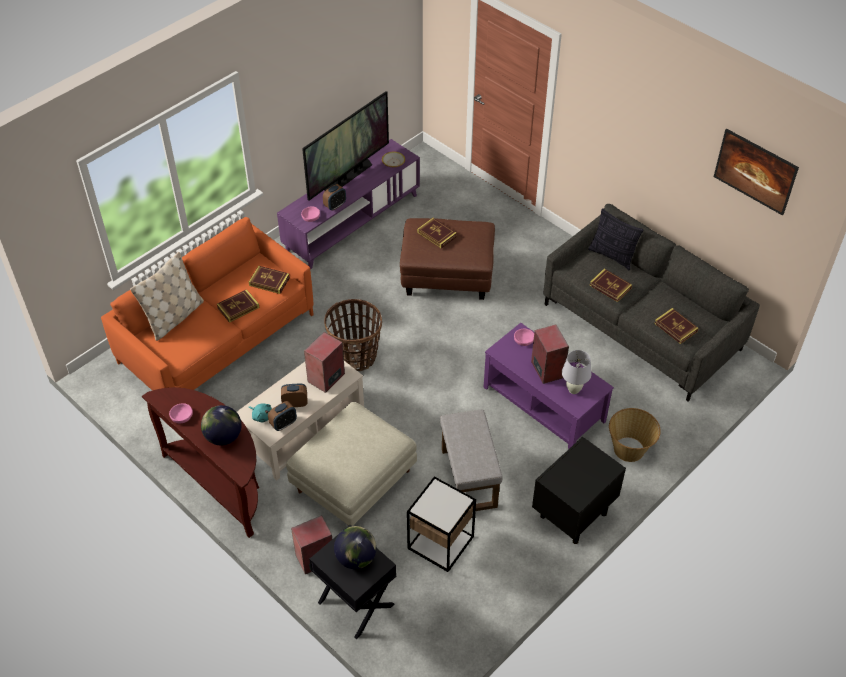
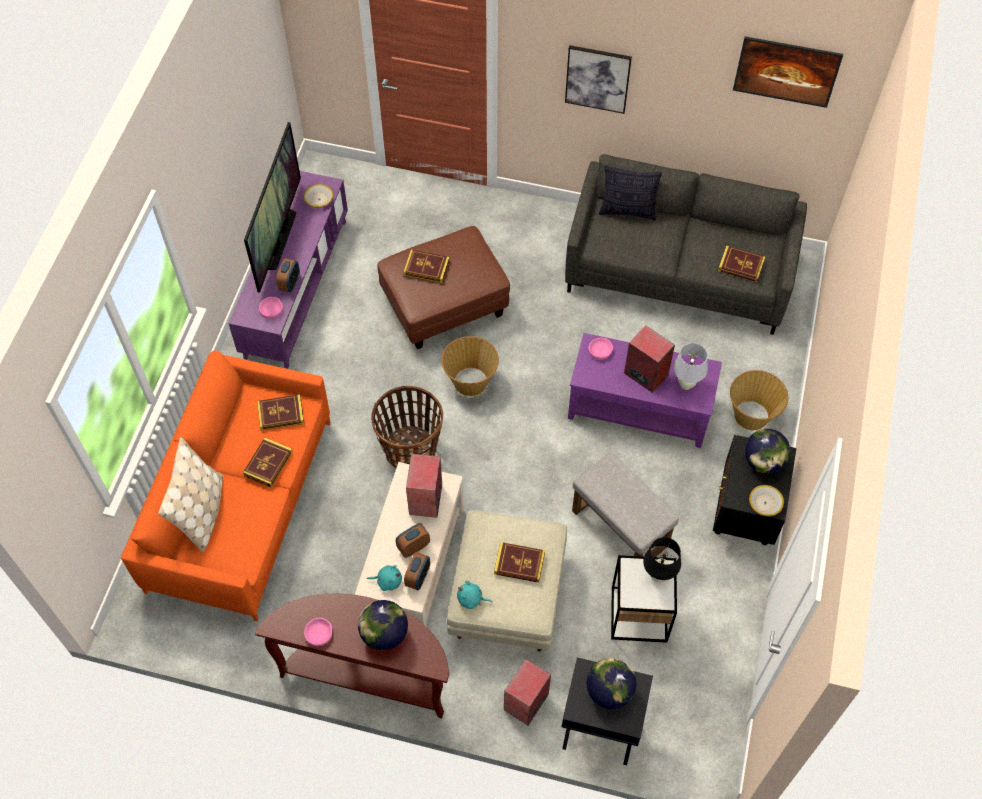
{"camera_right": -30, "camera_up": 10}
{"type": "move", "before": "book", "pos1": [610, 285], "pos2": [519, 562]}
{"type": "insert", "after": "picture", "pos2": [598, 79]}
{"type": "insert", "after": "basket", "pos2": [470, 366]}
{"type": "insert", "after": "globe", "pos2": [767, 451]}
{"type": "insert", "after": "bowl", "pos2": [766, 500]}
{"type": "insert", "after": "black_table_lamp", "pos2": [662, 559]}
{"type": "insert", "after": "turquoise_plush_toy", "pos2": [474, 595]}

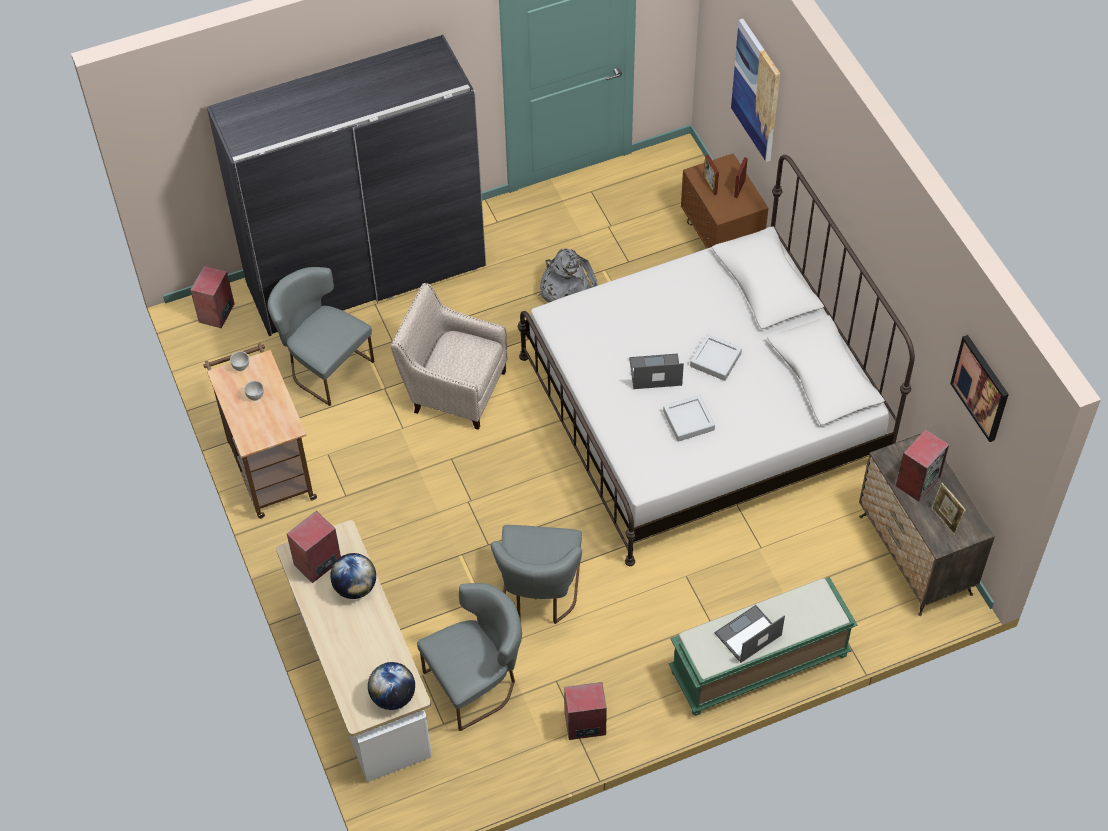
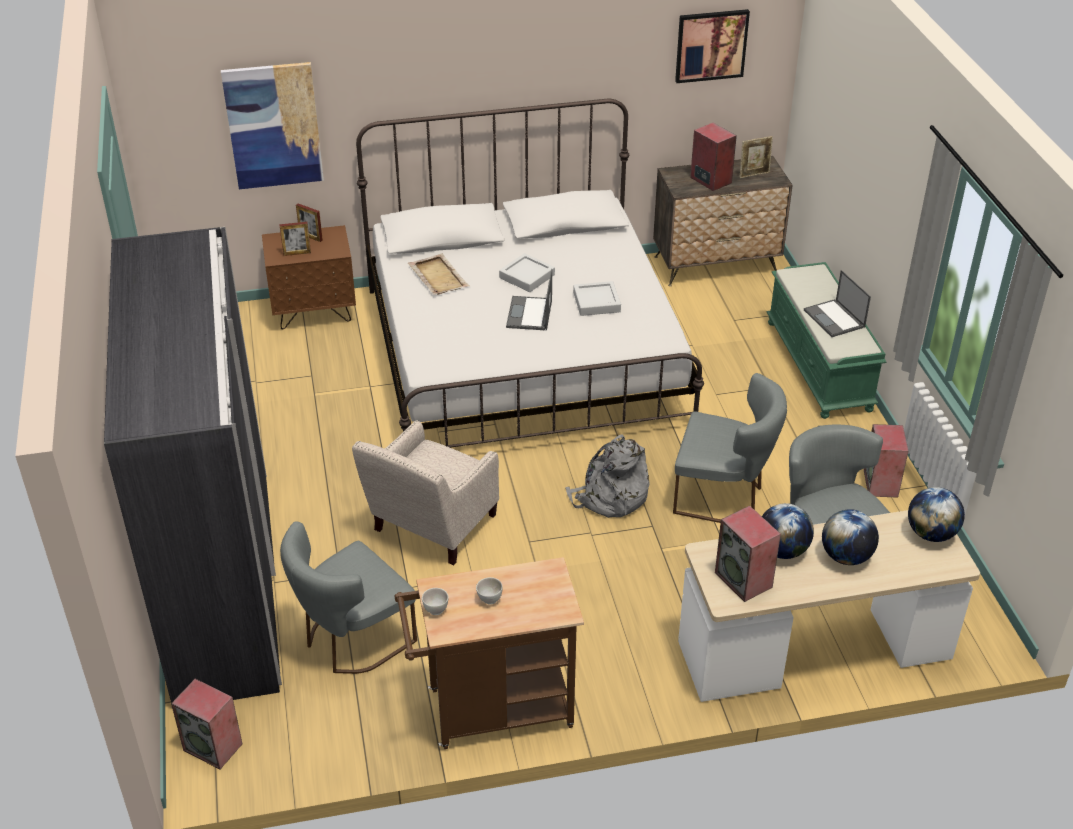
{"camera_right": -80, "camera_up": -15}
{"type": "move", "before": "grey_backpack", "pos1": [568, 275], "pos2": [607, 476]}
{"type": "insert", "after": "beige_tray", "pos2": [439, 274]}
{"type": "insert", "after": "globe", "pos2": [850, 537]}

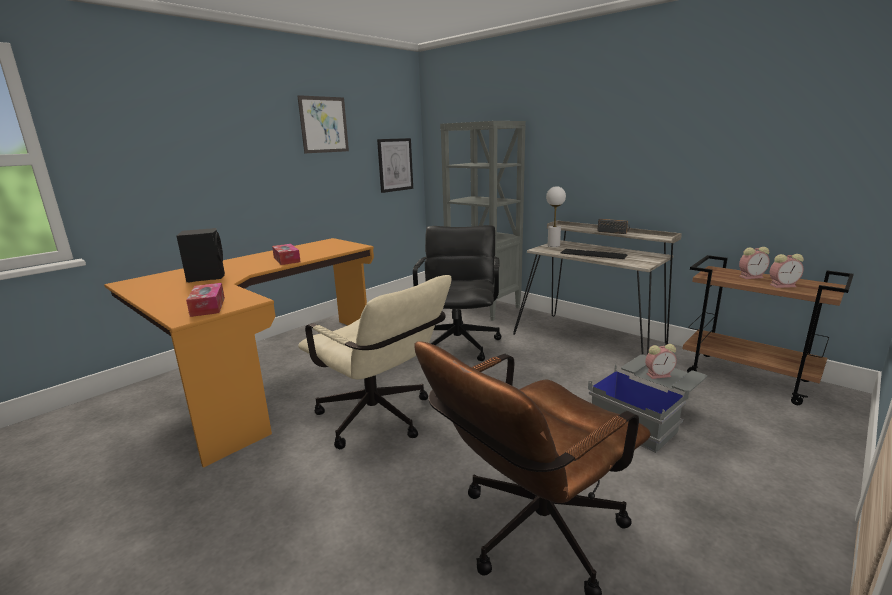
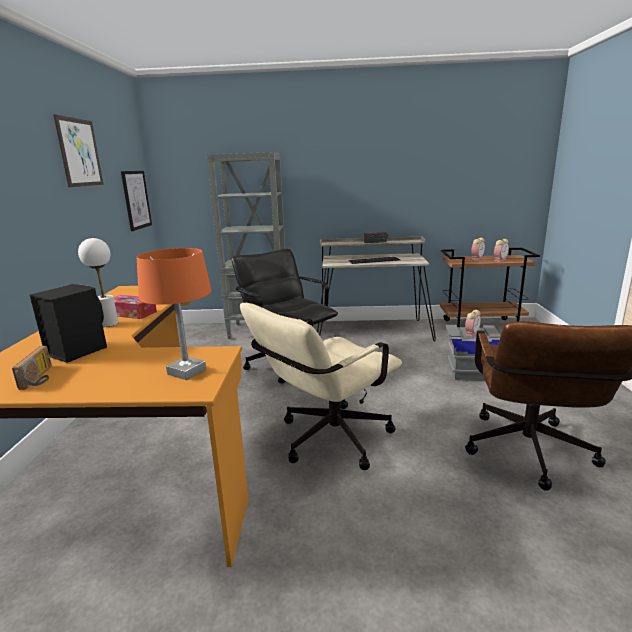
{"camera_right": -40, "camera_up": 0}
{"type": "move", "before": "white_table_lamp", "pos1": [556, 216], "pos2": [98, 282]}
{"type": "rotate", "before": "beige_office_chair", "pos1": [374, 362], "pos2": [321, 386], "turn": 135}
{"type": "replace", "before": "tissue_box", "after": "orange_table_lamp", "pos1": [205, 300], "pos2": [174, 314]}
{"type": "insert", "after": "radio", "pos2": [32, 368]}

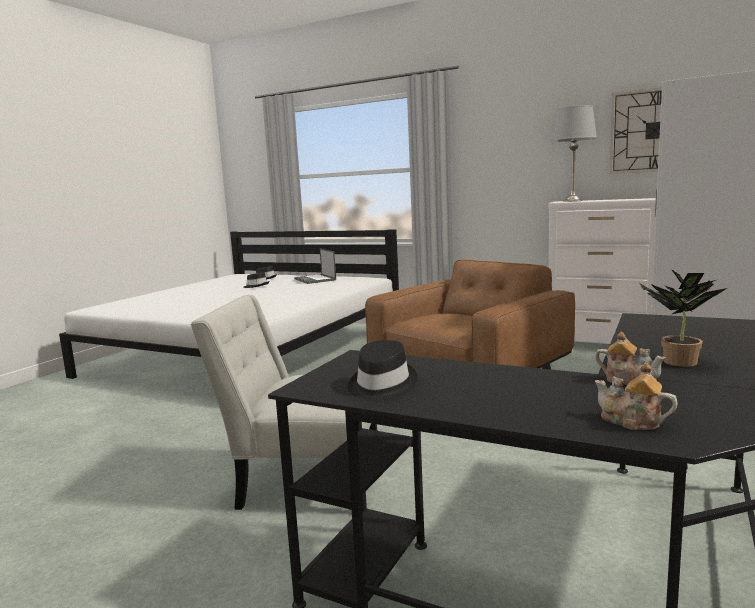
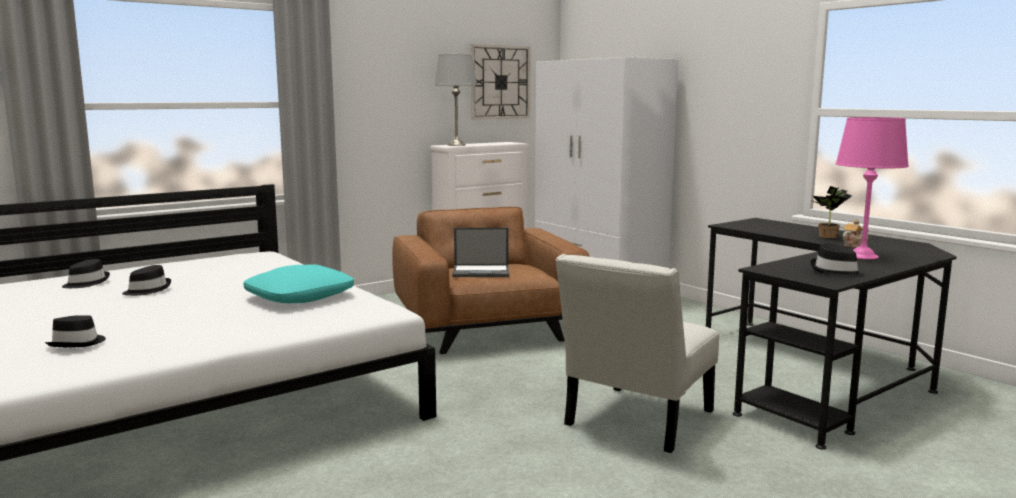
{"camera_right": -65, "camera_up": 0}
{"type": "move", "before": "laptop", "pos1": [315, 266], "pos2": [480, 252]}
{"type": "delete", "before": "teapot", "pos1": [636, 396]}
{"type": "insert", "after": "pink_table_lamp", "pos2": [872, 188]}
{"type": "insert", "after": "turquoise_pillow", "pos2": [299, 283]}
{"type": "insert", "after": "black_hat", "pos2": [75, 331]}

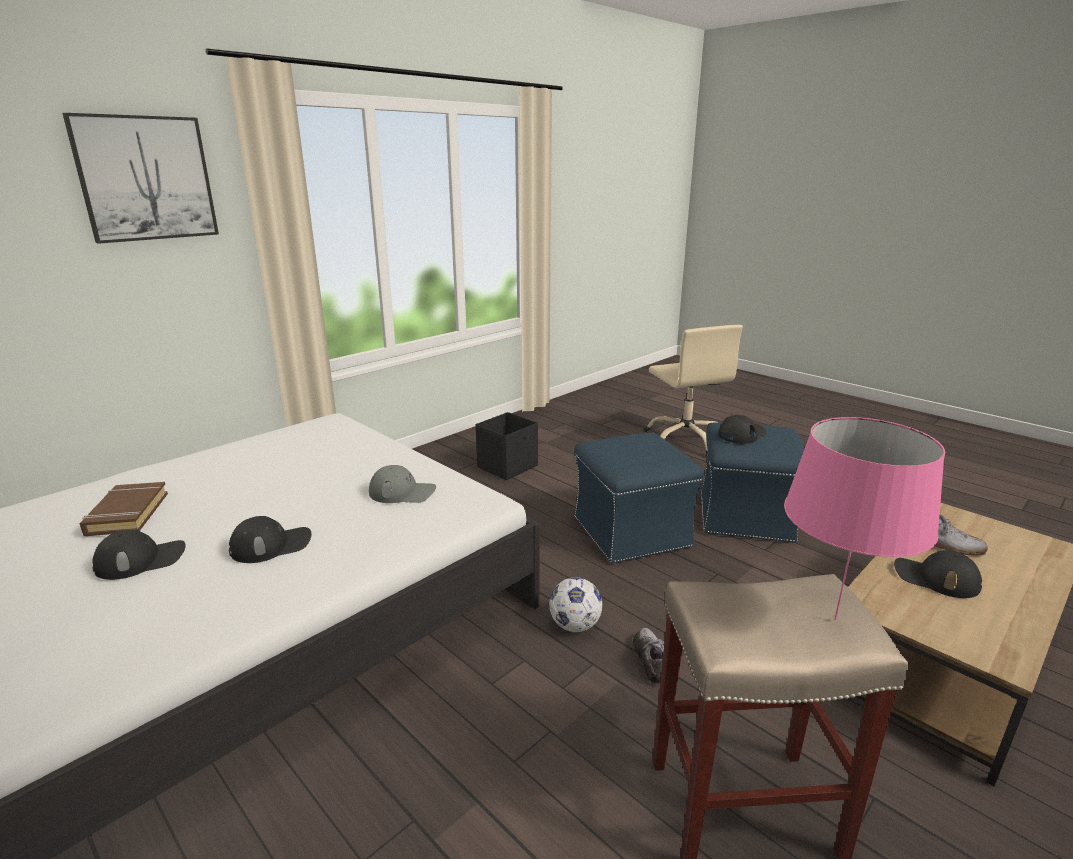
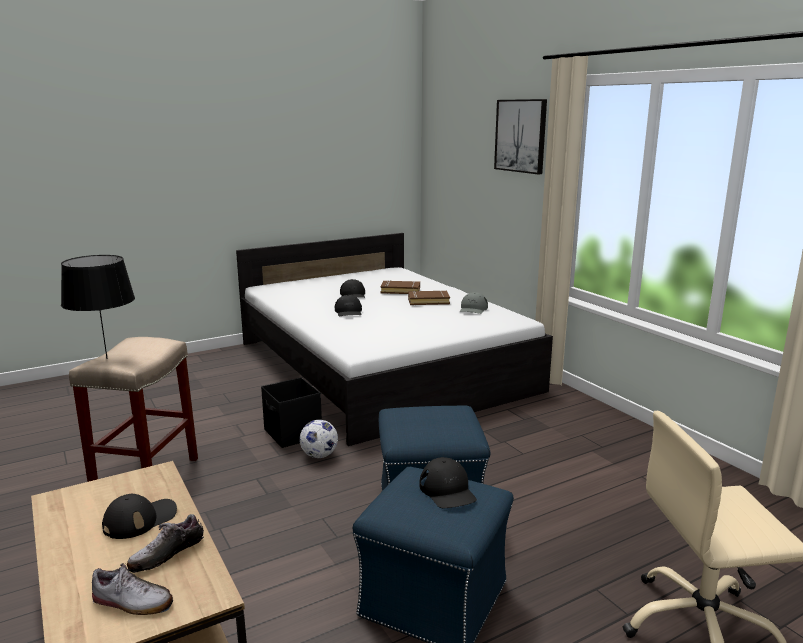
{"camera_right": 105, "camera_up": -5}
{"type": "move", "before": "black_storage_box", "pos1": [507, 446], "pos2": [291, 412]}
{"type": "recolor", "before": "pink_table_lamp", "after": "black_table_lamp", "pos1": [864, 518], "pos2": [98, 307]}
{"type": "move", "before": "grey_cap", "pos1": [402, 484], "pos2": [474, 303]}
{"type": "move", "before": "shoe", "pos1": [649, 656], "pos2": [132, 589]}
{"type": "insert", "after": "brown_book", "pos2": [429, 297]}

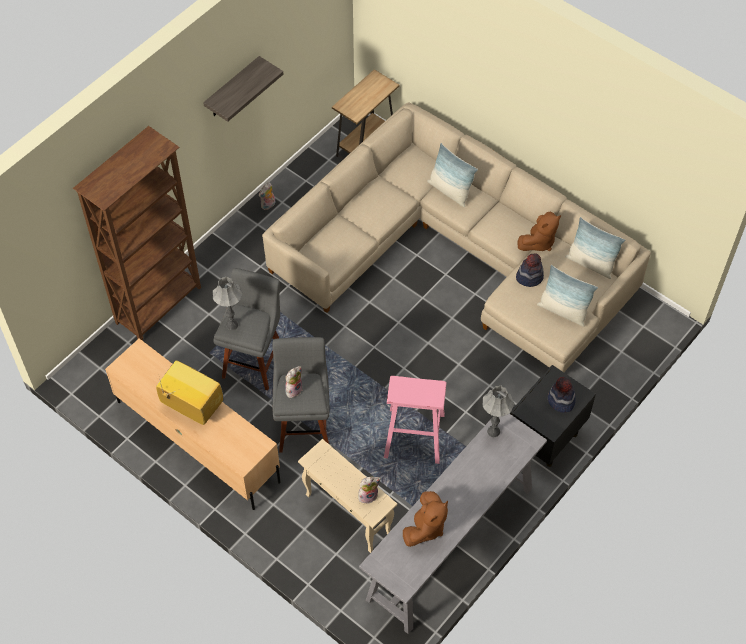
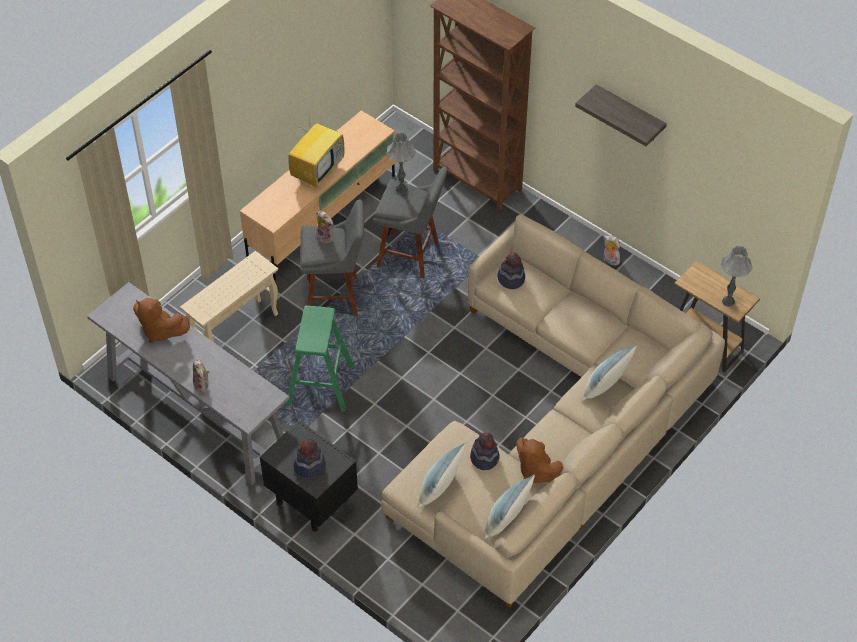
{"camera_right": 90, "camera_up": -5}
{"type": "recolor", "before": "pink_stool", "after": "green_stool", "pos1": [415, 420], "pos2": [320, 359]}
{"type": "move", "before": "grey_table_lamp", "pos1": [498, 411], "pos2": [737, 276]}
{"type": "move", "before": "plush_toy", "pos1": [369, 490], "pos2": [201, 375]}
{"type": "insert", "after": "hat", "pos2": [511, 271]}

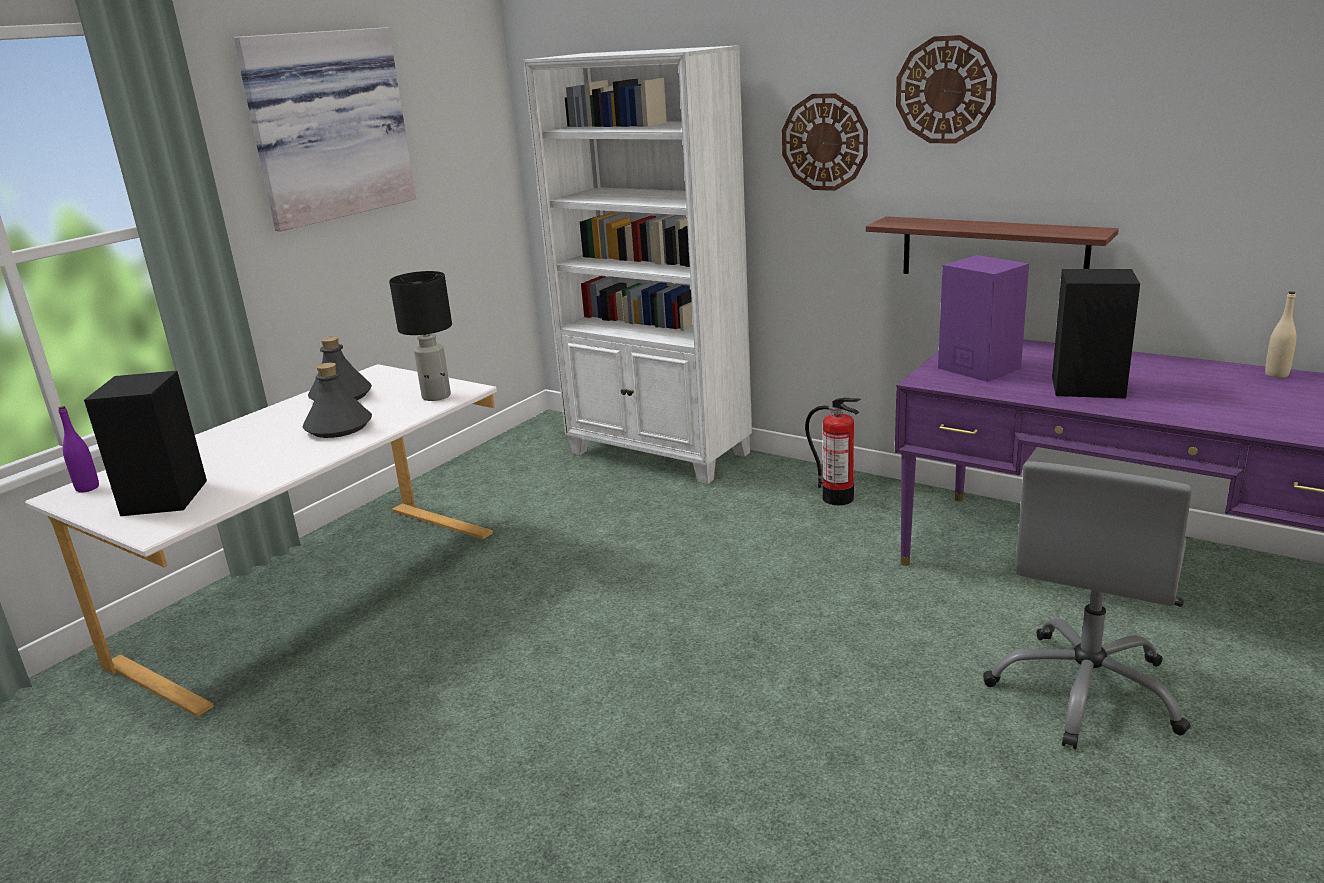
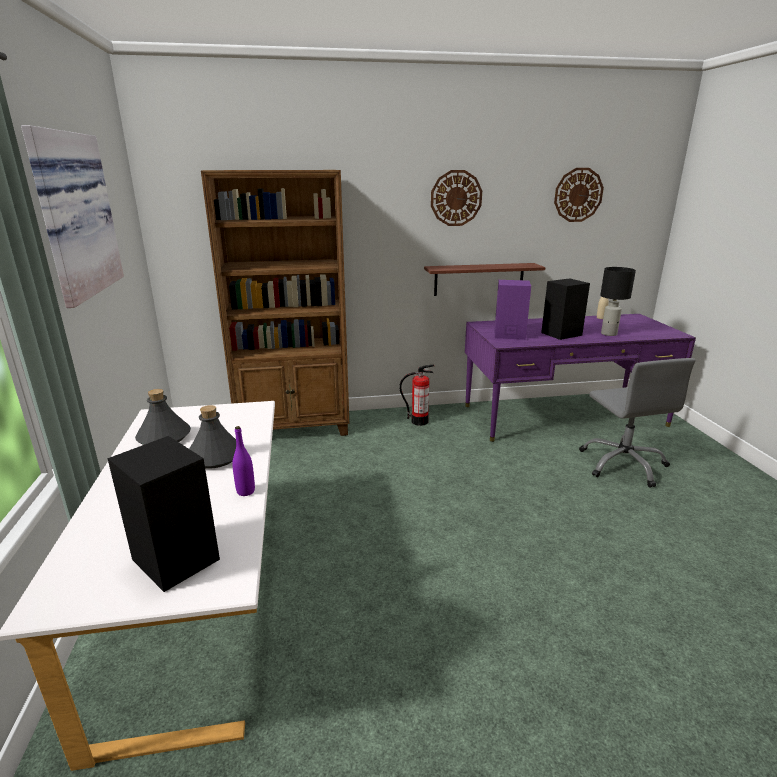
{"camera_right": -45, "camera_up": 0}
{"type": "recolor", "before": "white_bookcase", "after": "brown_bookcase", "pos1": [637, 264], "pos2": [275, 303]}
{"type": "move", "before": "wall_clock", "pos1": [825, 142], "pos2": [579, 195]}
{"type": "move", "before": "black_table_lamp", "pos1": [420, 336], "pos2": [618, 301]}
{"type": "move", "before": "purple_bottle", "pos1": [78, 449], "pos2": [243, 461]}

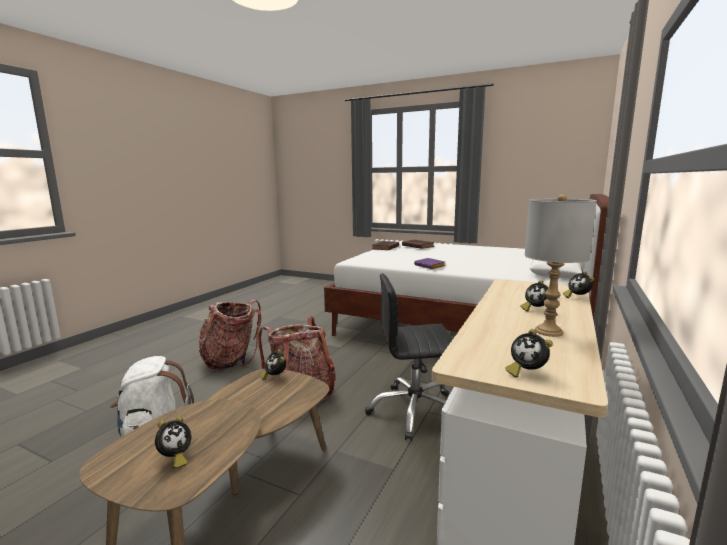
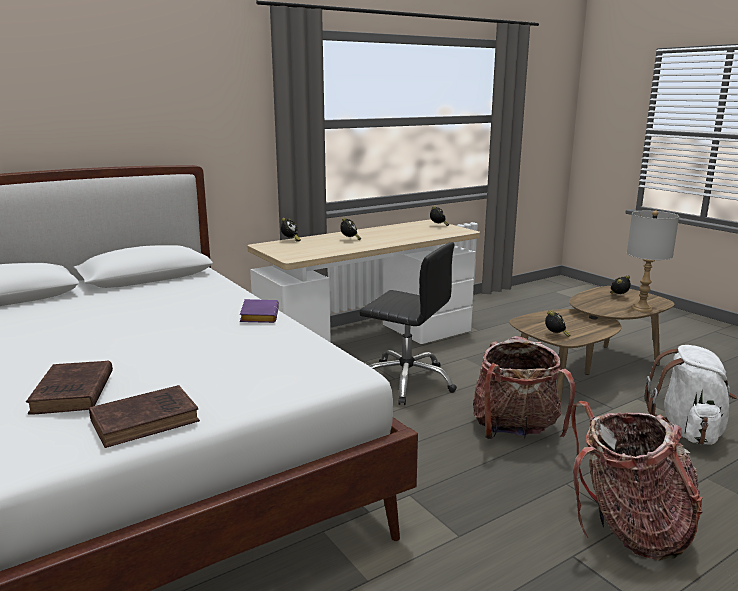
{"camera_right": -150, "camera_up": 5}
{"type": "move", "before": "grey_table_lamp", "pos1": [561, 265], "pos2": [653, 261]}

